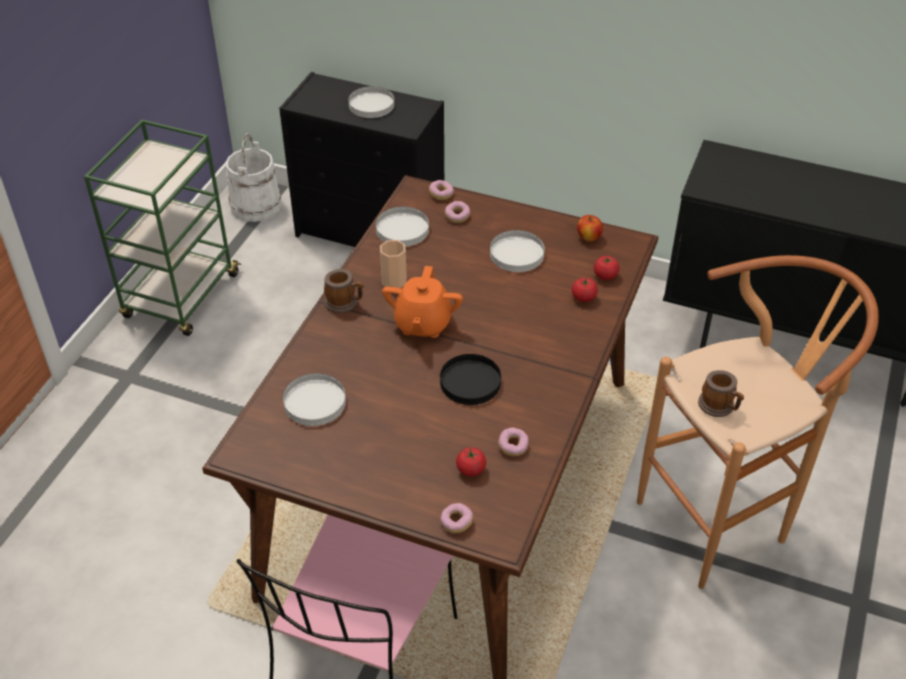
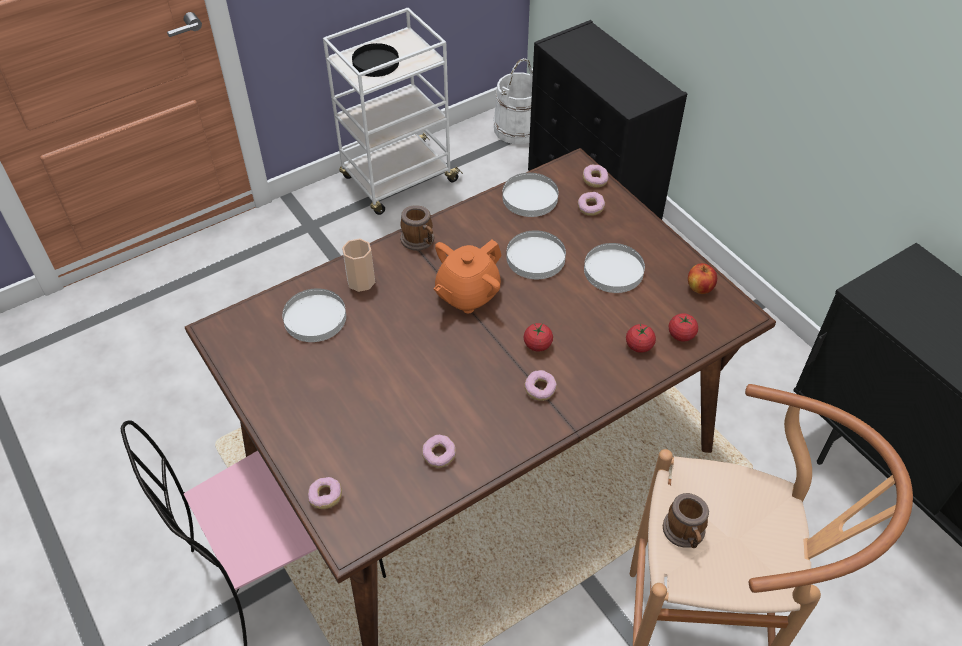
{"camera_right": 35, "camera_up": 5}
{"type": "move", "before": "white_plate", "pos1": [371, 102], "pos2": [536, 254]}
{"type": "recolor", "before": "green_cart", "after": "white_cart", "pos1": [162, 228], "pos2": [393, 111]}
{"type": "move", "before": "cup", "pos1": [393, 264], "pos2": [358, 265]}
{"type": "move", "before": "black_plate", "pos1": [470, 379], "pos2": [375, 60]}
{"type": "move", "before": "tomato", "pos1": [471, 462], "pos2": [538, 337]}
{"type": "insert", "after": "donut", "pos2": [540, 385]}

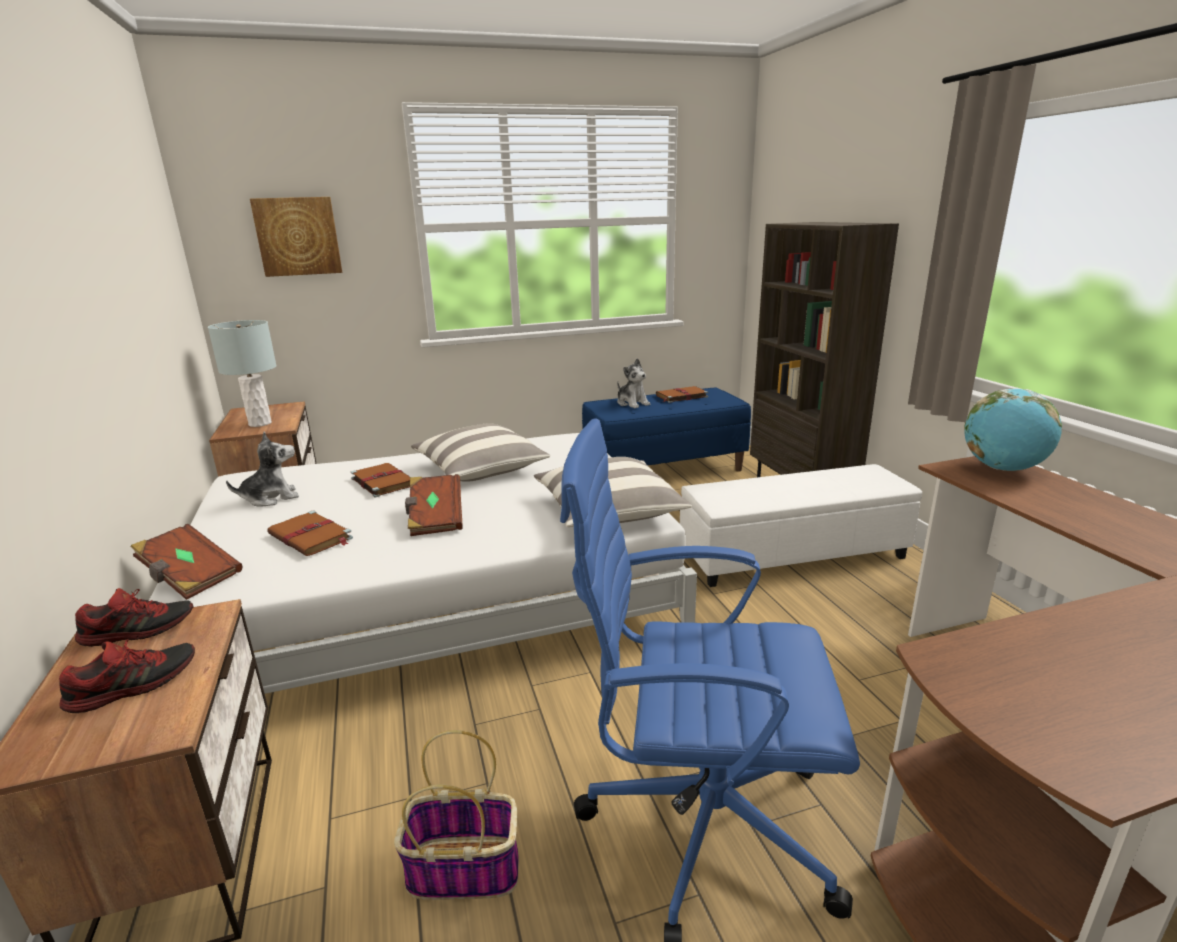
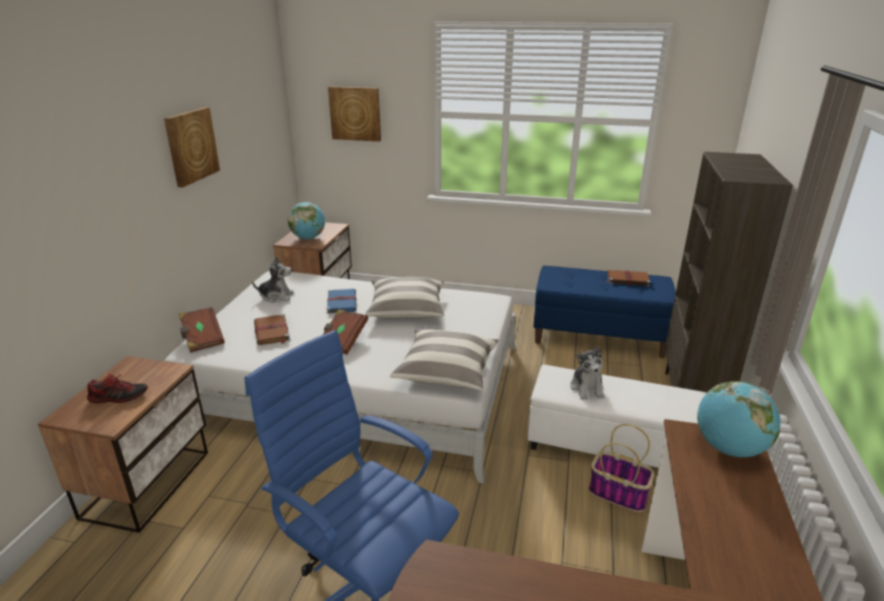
{"camera_right": 30, "camera_up": 5}
{"type": "replace", "before": "grey_table_lamp", "after": "globe", "pos1": [242, 373], "pos2": [306, 220]}
{"type": "move", "before": "plush_toy", "pos1": [633, 383], "pos2": [587, 373]}
{"type": "recolor", "before": "brown_book", "after": "blue_book", "pos1": [380, 480], "pos2": [342, 301]}
{"type": "delete", "before": "shoe", "pos1": [134, 617]}
{"type": "move", "before": "basket", "pos1": [456, 815], "pos2": [621, 468]}
{"type": "insert", "after": "picture", "pos2": [192, 147]}

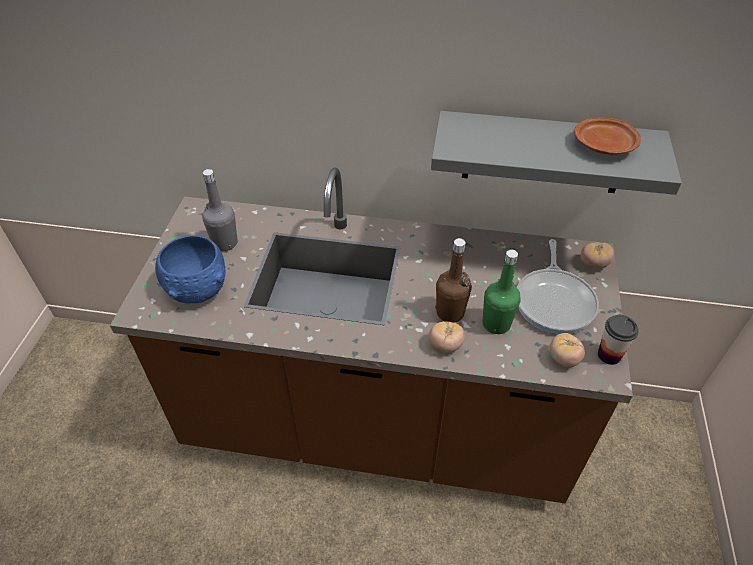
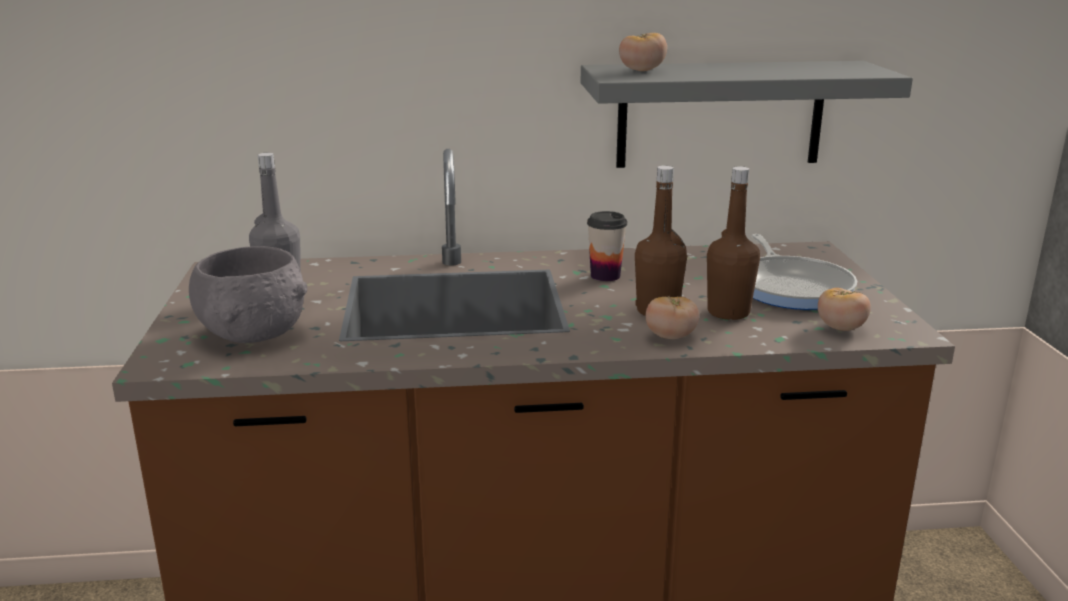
{"camera_right": -15, "camera_up": -25}
{"type": "delete", "before": "brown_plate", "pos1": [607, 136]}
{"type": "recolor", "before": "blue_bowl", "after": "grey_bowl", "pos1": [190, 269], "pos2": [248, 294]}
{"type": "move", "before": "tomato", "pos1": [598, 255], "pos2": [643, 52]}
{"type": "recolor", "before": "green_bottle", "after": "brown_bottle", "pos1": [502, 292], "pos2": [733, 243]}
{"type": "move", "before": "cup", "pos1": [618, 340], "pos2": [607, 246]}

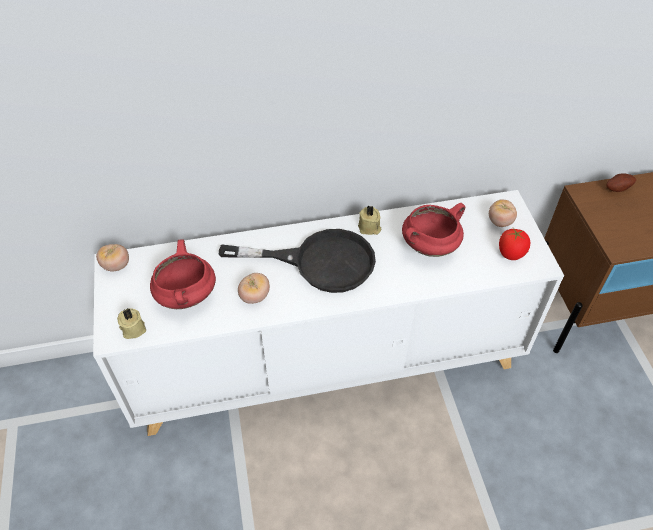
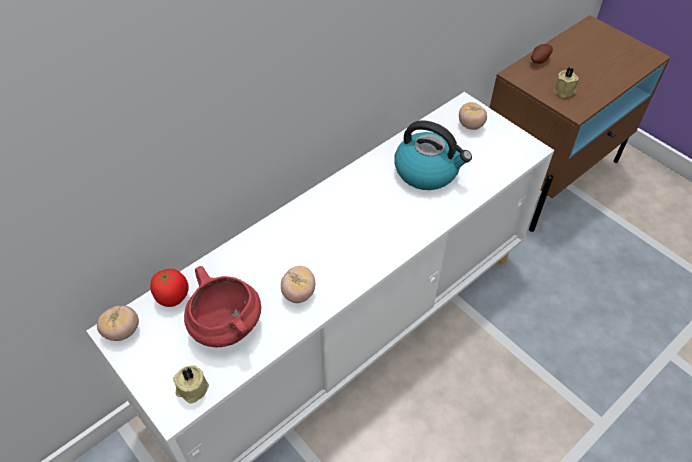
{"camera_right": -30, "camera_up": 0}
{"type": "replace", "before": "red_cooking_pot", "after": "kettle", "pos1": [433, 230], "pos2": [433, 155]}
{"type": "move", "before": "beige_candle", "pos1": [369, 220], "pos2": [566, 82]}
{"type": "move", "before": "tomato", "pos1": [514, 244], "pos2": [169, 288]}
{"type": "delete", "before": "black_frying_pan", "pos1": [297, 261]}

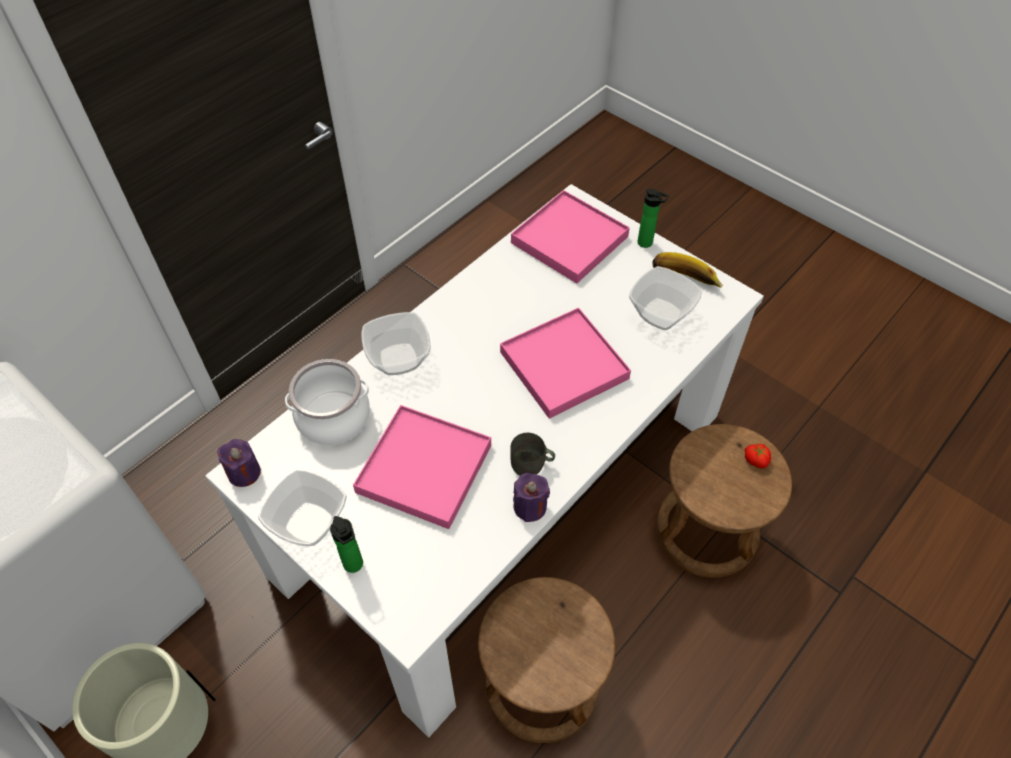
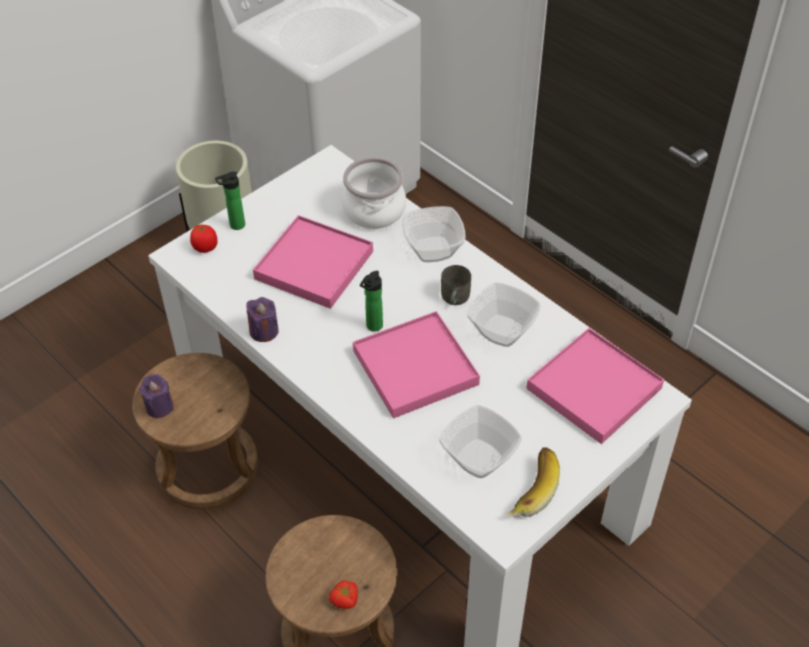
{"camera_right": 95, "camera_up": -5}
{"type": "move", "before": "bottle", "pos1": [653, 218], "pos2": [371, 301]}
{"type": "move", "before": "grey_mug", "pos1": [532, 454], "pos2": [456, 285]}
{"type": "move", "before": "purple_candle", "pos1": [239, 463], "pos2": [156, 396]}
{"type": "move", "before": "bowl", "pos1": [302, 507], "pos2": [503, 315]}
{"type": "insert", "after": "tomato", "pos2": [204, 239]}

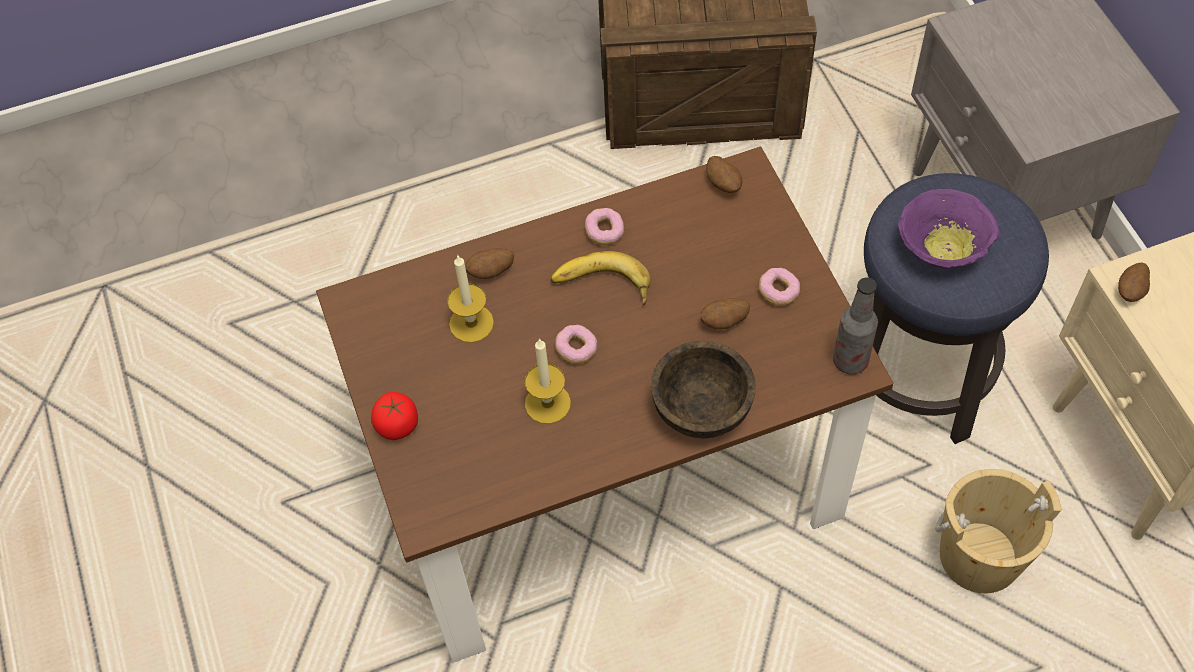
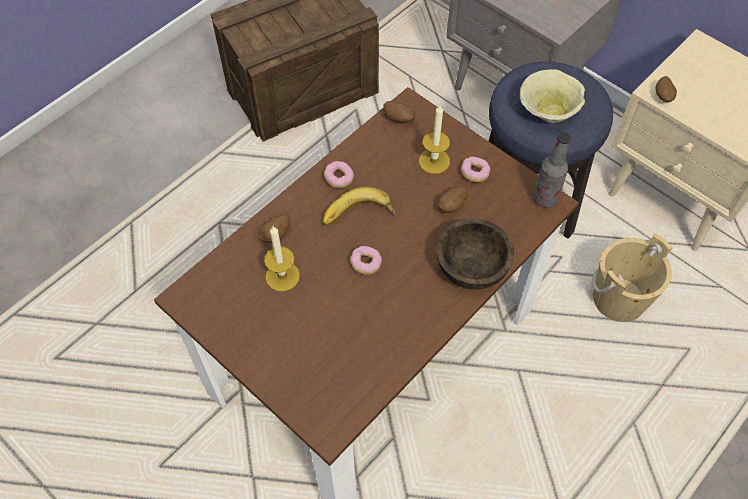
{"camera_right": -30, "camera_up": 0}
{"type": "recolor", "before": "purple_bowl", "after": "beige_bowl", "pos1": [949, 229], "pos2": [552, 96]}
{"type": "move", "before": "candle", "pos1": [548, 381], "pos2": [434, 139]}
{"type": "delete", "before": "tomato", "pos1": [394, 416]}

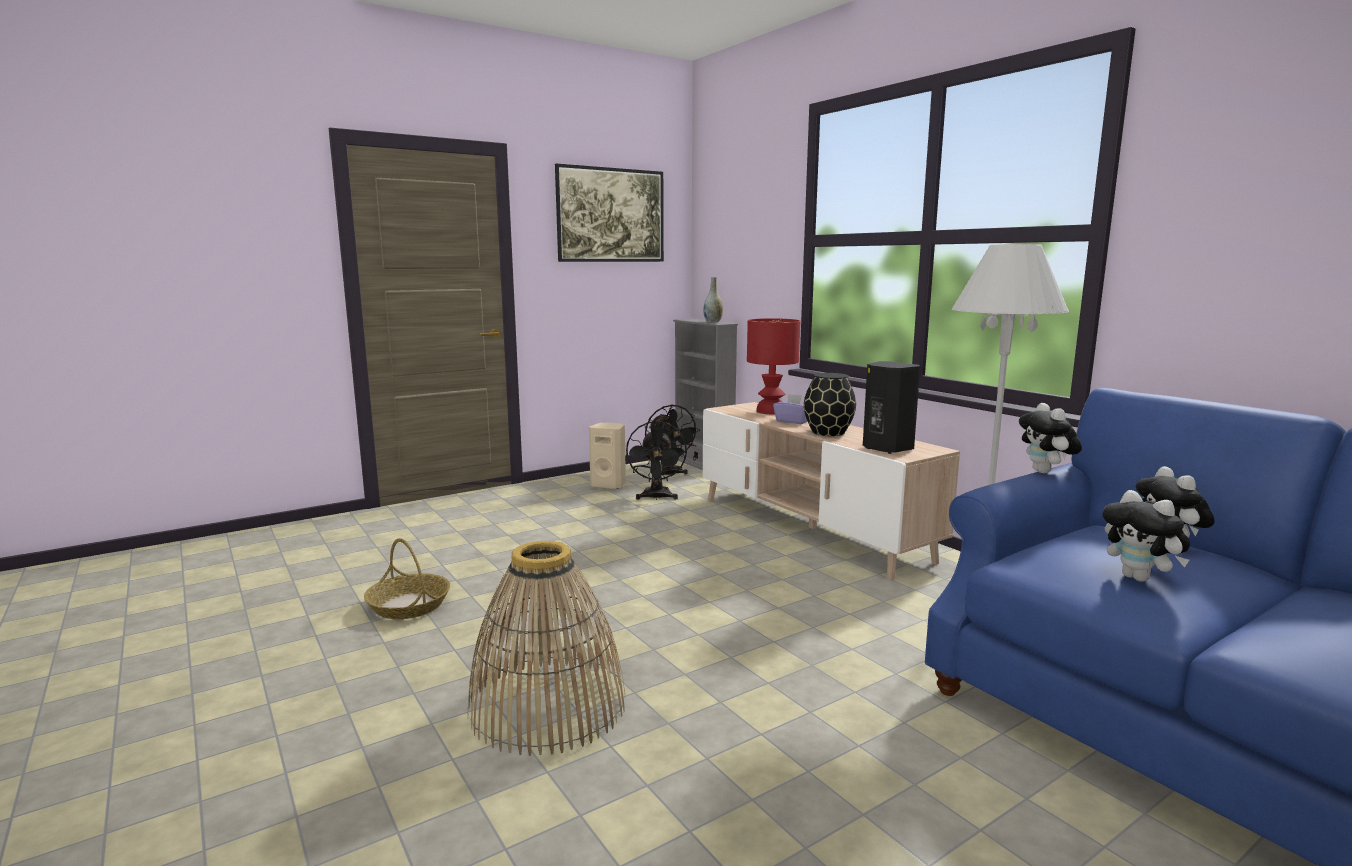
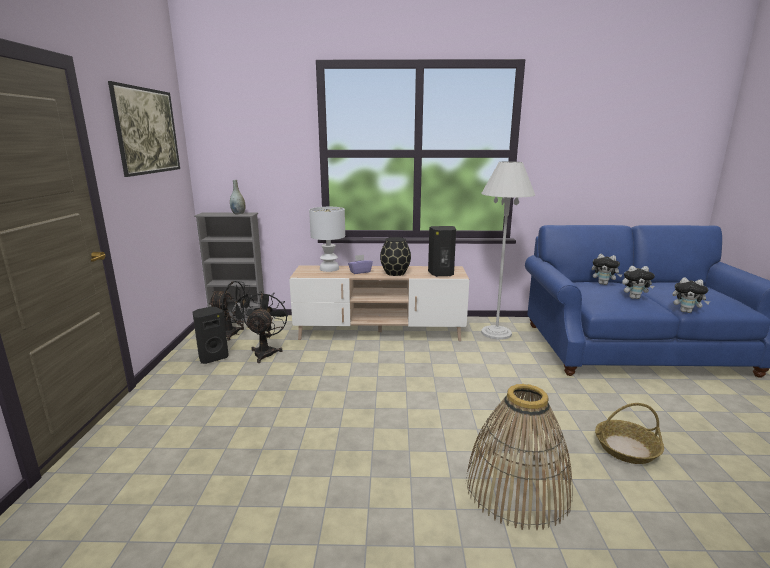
{"camera_right": -55, "camera_up": 5}
{"type": "recolor", "before": "red_table_lamp", "after": "white_table_lamp", "pos1": [773, 366], "pos2": [327, 239]}
{"type": "move", "before": "plush_toy", "pos1": [1050, 438], "pos2": [691, 295]}
{"type": "rotate", "before": "black_fan", "pos1": [656, 460], "pos2": [266, 327], "turn": -120}
{"type": "recolor", "before": "beige_speaker", "after": "black_speaker", "pos1": [607, 455], "pos2": [211, 335]}
{"type": "move", "before": "basket", "pos1": [407, 578], "pos2": [629, 433]}

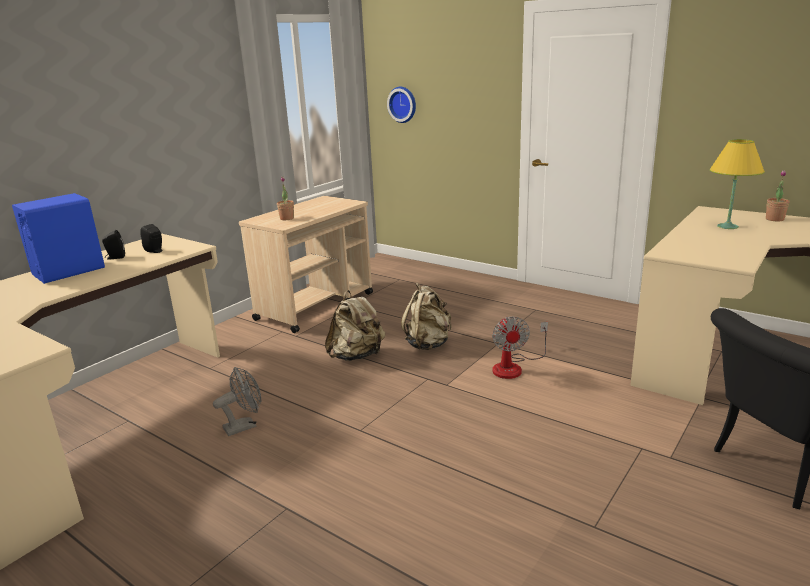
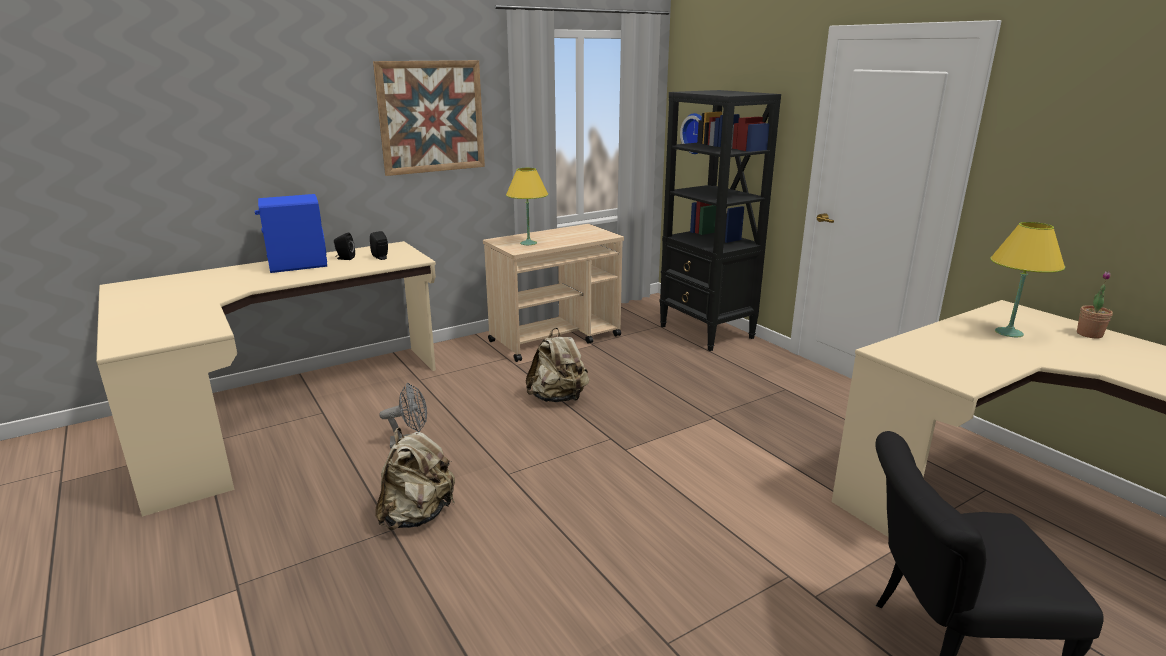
{"camera_right": 20, "camera_up": 0}
{"type": "replace", "before": "potted_plant", "after": "yellow_table_lamp", "pos1": [285, 198], "pos2": [527, 206]}
{"type": "move", "before": "beige_backpack", "pos1": [426, 316], "pos2": [415, 479]}
{"type": "delete", "before": "fan", "pos1": [520, 347]}
{"type": "insert", "after": "picture", "pos2": [429, 118]}
{"type": "insert", "after": "black_bookcase", "pos2": [720, 220]}

